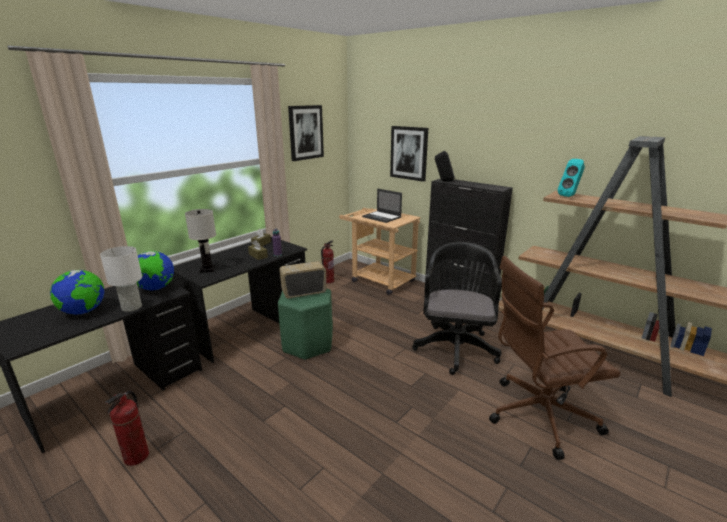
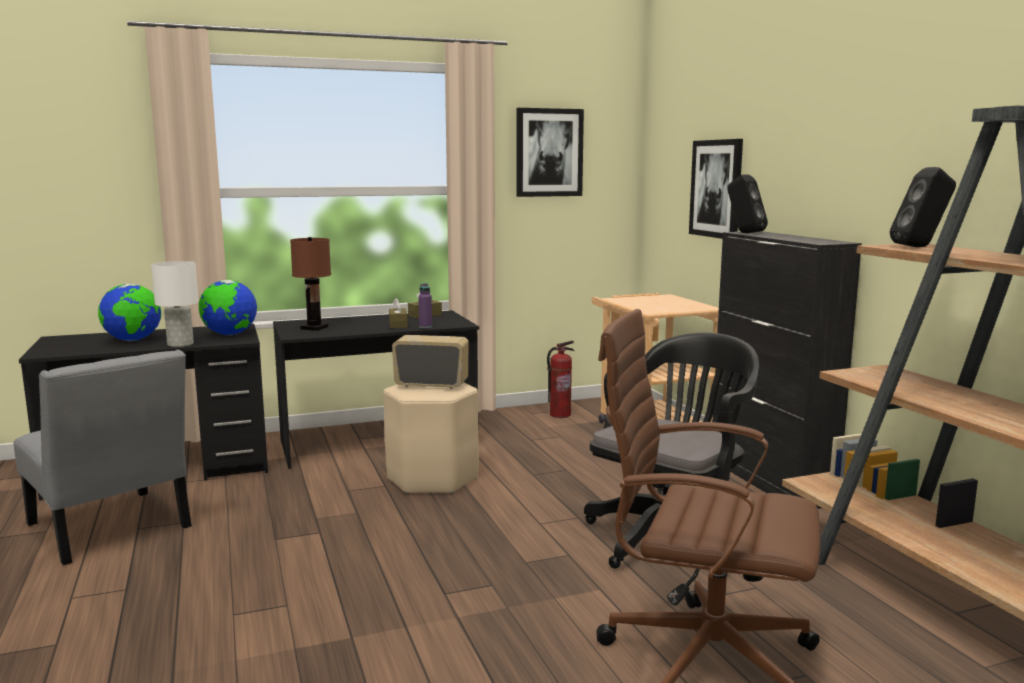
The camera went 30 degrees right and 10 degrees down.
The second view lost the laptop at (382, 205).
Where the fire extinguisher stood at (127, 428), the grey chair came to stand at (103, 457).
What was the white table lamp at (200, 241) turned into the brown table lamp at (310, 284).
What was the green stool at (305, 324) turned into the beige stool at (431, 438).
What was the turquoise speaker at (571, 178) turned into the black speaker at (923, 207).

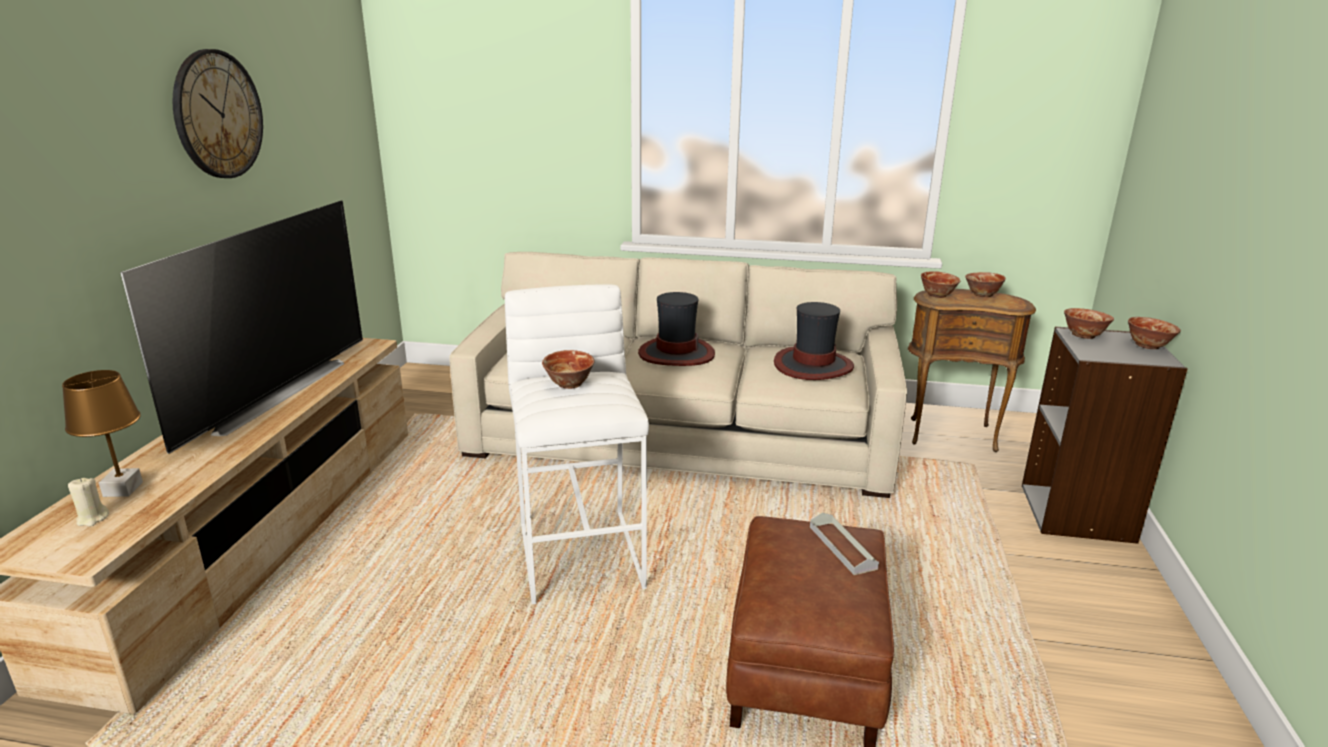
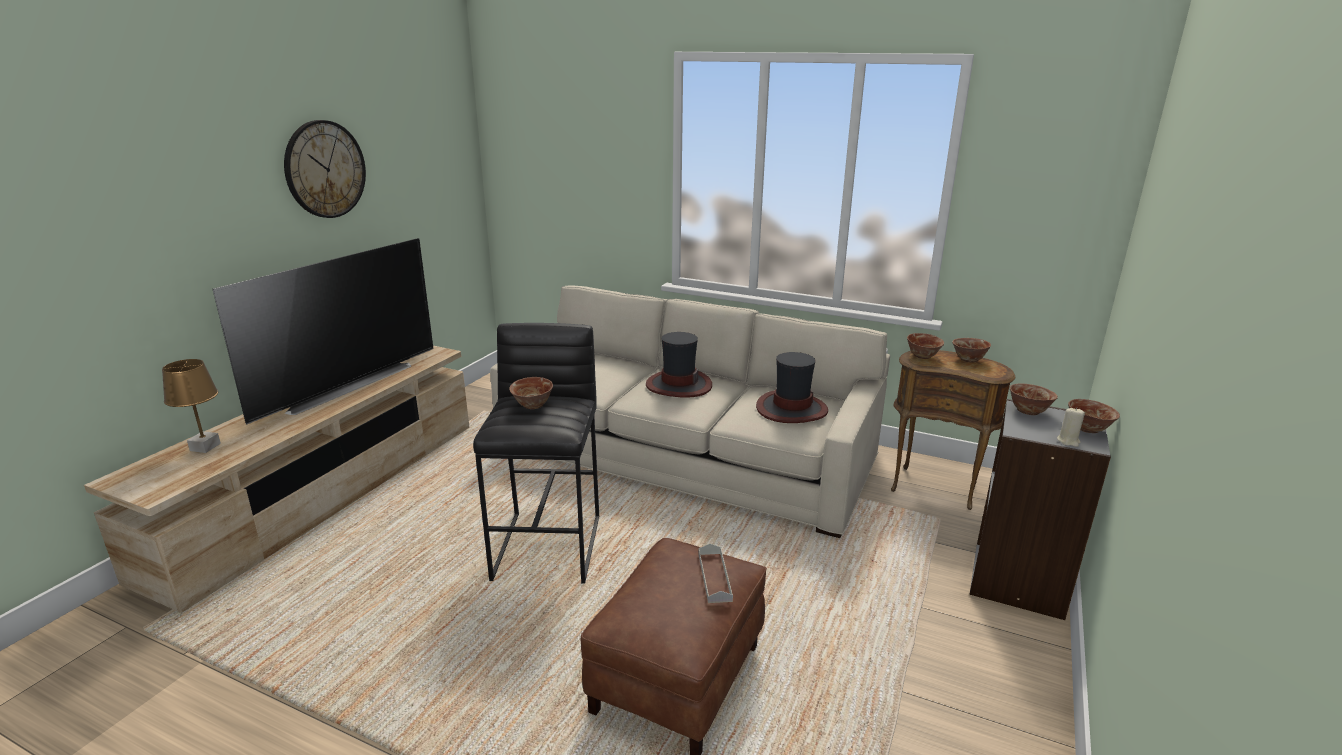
The camera went 15 degrees right and 0 degrees up.
The beige candle ended up elsewhere, having gone from (88, 502) to (1071, 427).
What was the white stool at (577, 444) turned into the black stool at (536, 453).

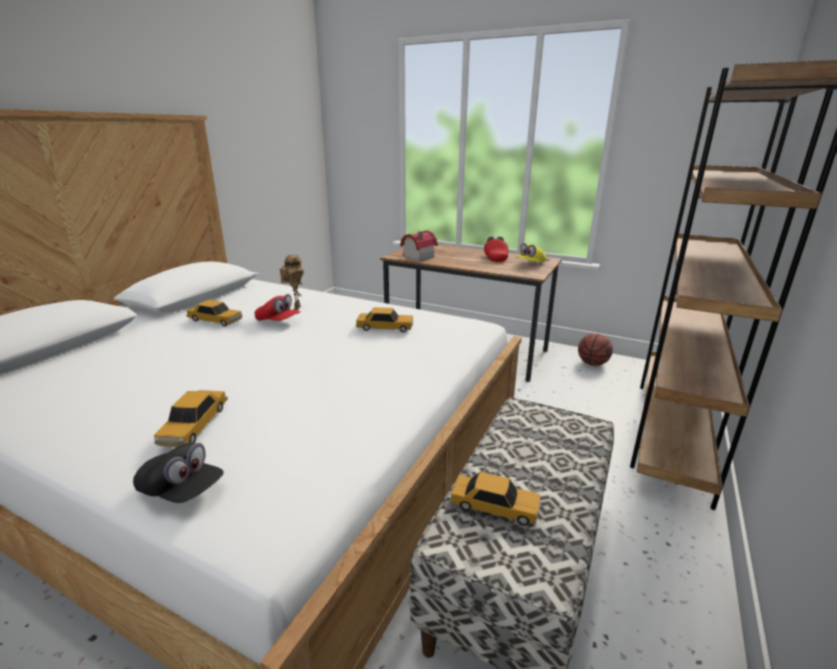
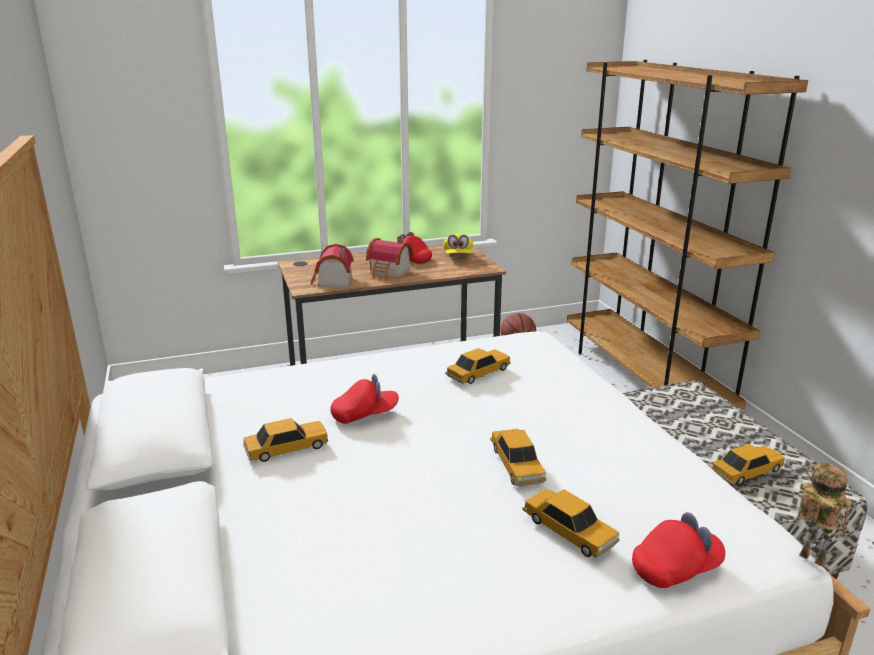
The camera went 45 degrees left and 0 degrees up.
The second view gained the toy house at (390, 258).
The second view gained the toy car at (518, 457).
The toy robot ended up elsewhere, having gone from (291, 282) to (825, 514).
What was the black cap at (178, 473) turned into the red cap at (678, 550).

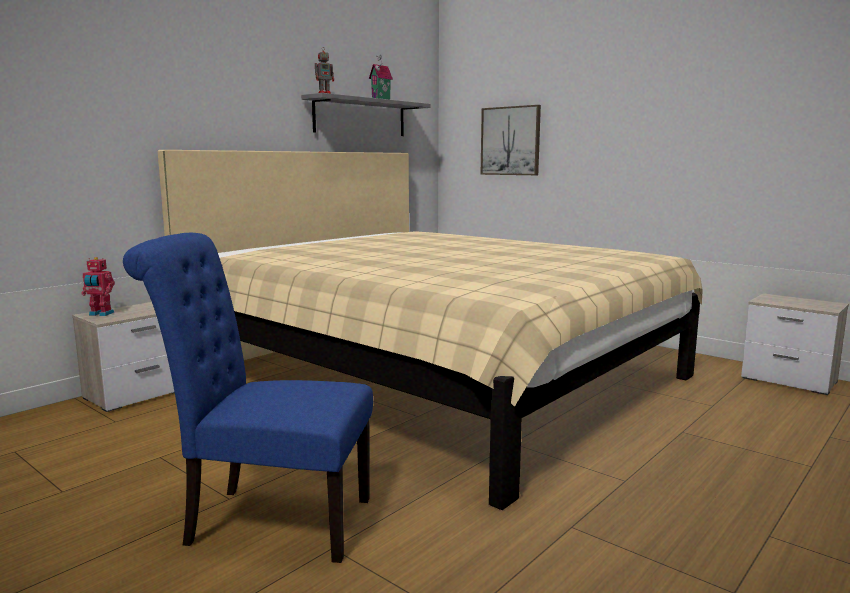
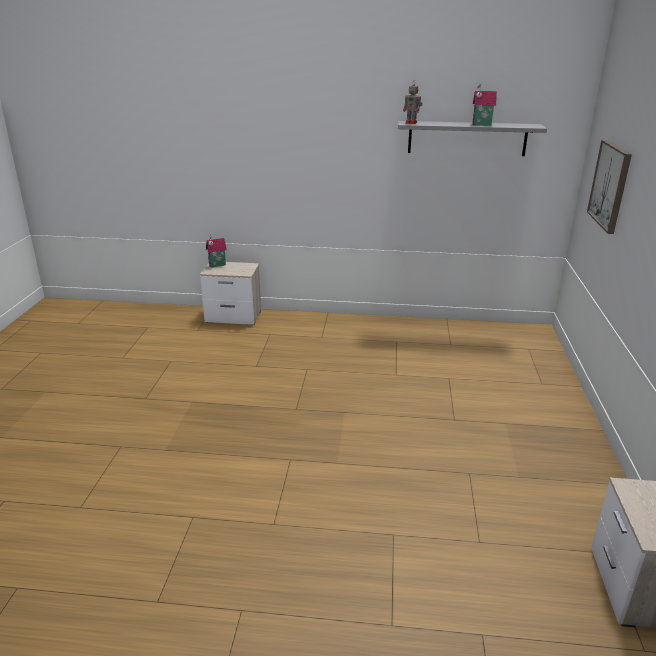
The camera went 55 degrees right and 15 degrees up.
The second view lost the blue chair at (248, 398).
The second view lost the beige bed at (430, 330).
Where the toy robot stood at (98, 286), the toy house came to stand at (216, 251).

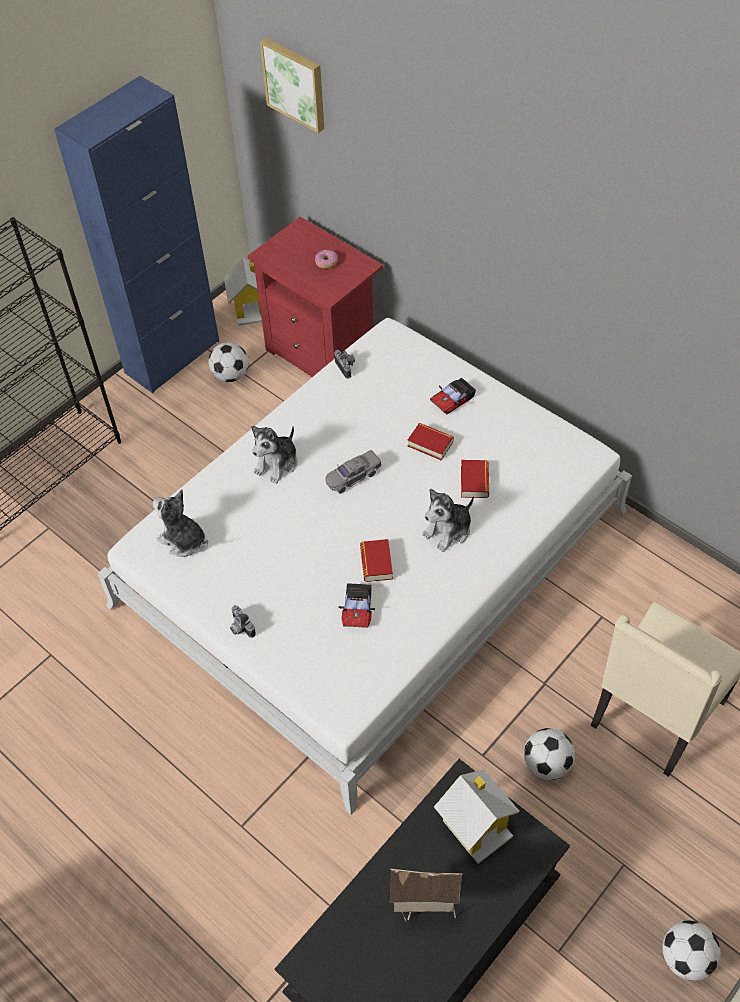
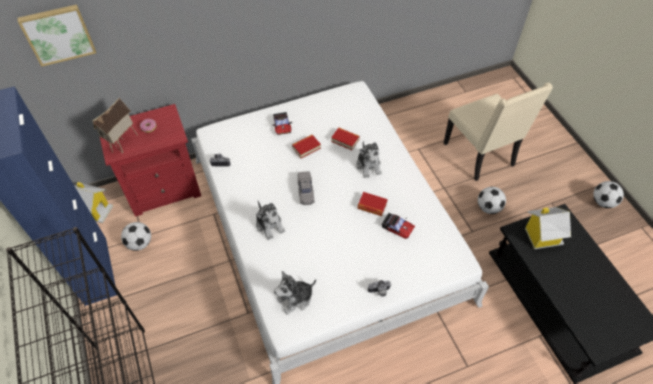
The camera went 65 degrees left and 0 degrees up.
The toy house ended up elsewhere, having gone from (426, 895) to (115, 125).

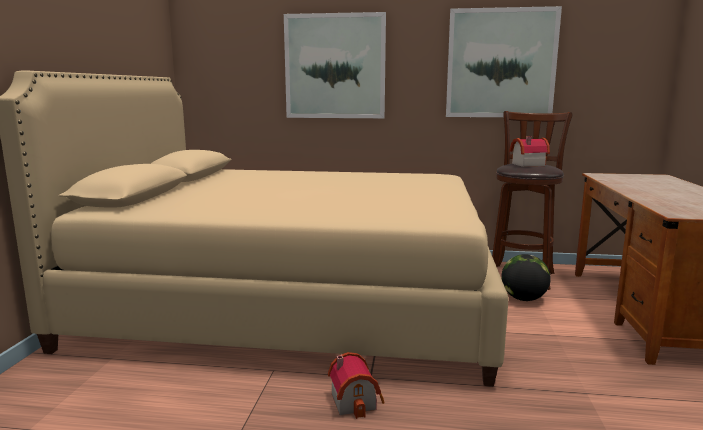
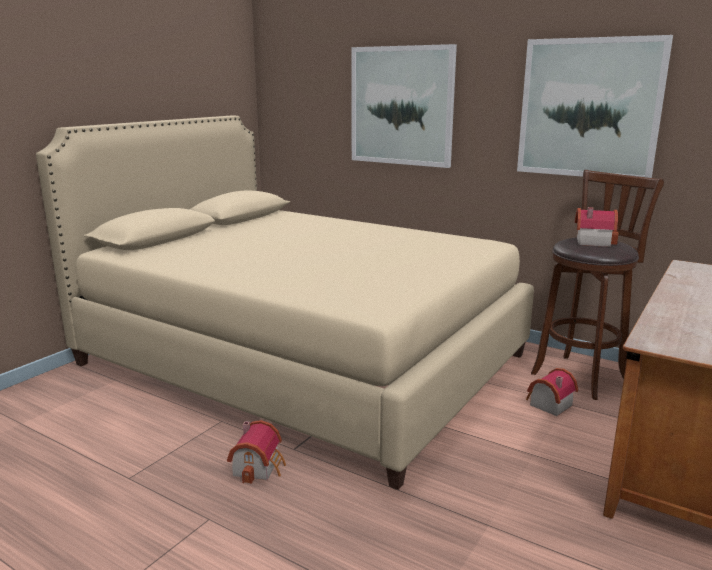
The camera went 25 degrees right and 5 degrees up.
Where the globe stood at (526, 277), the toy house came to stand at (552, 392).

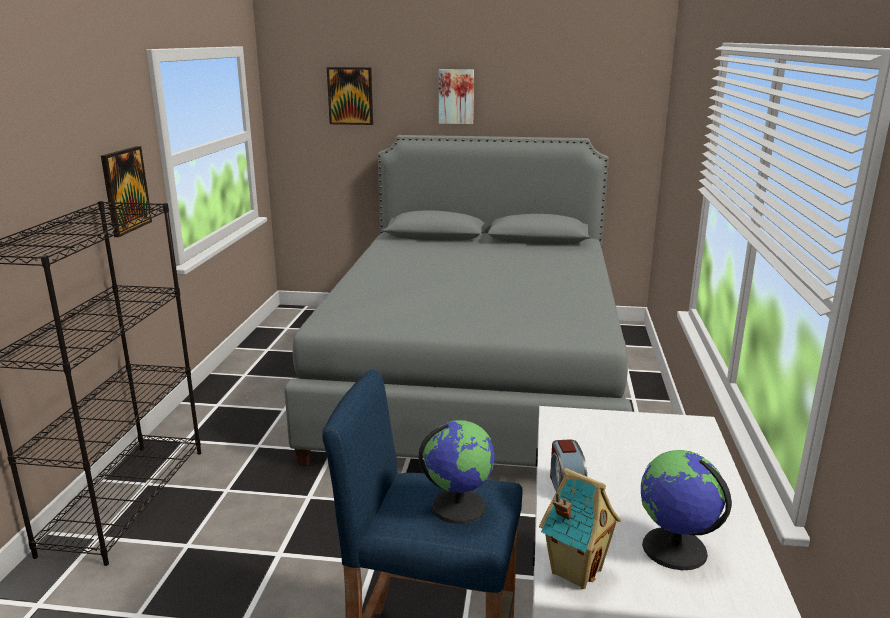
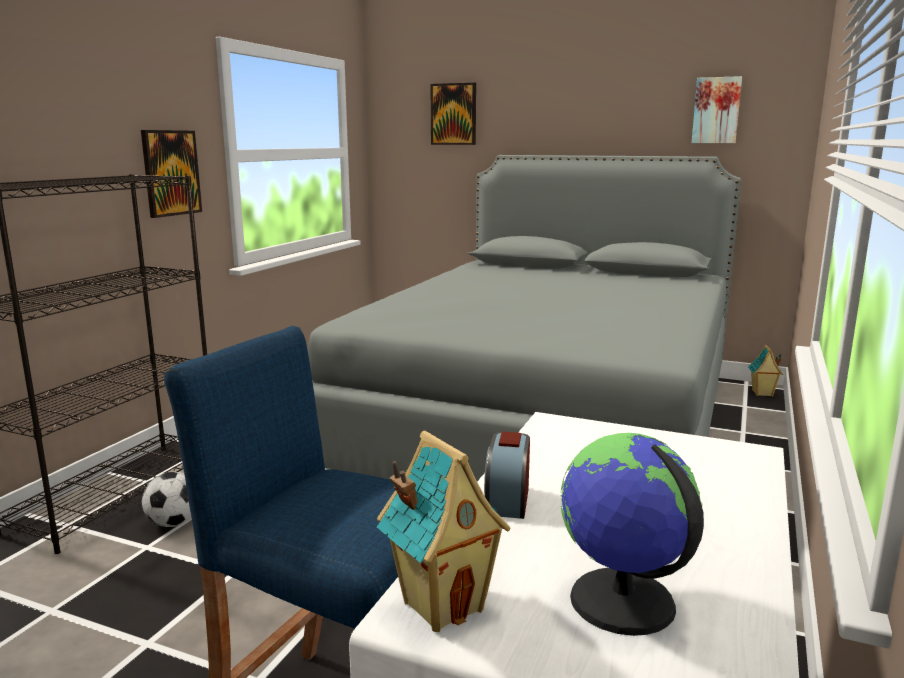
The camera went 15 degrees right and 5 degrees down.
The second view lost the globe at (457, 472).
The second view gained the football at (167, 499).
The second view gained the toy house at (765, 371).
The picture ended up elsewhere, having gone from (456, 96) to (717, 109).

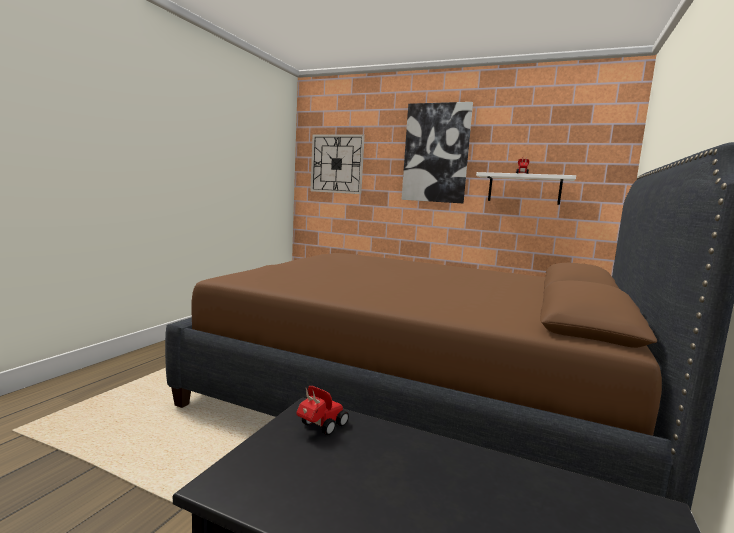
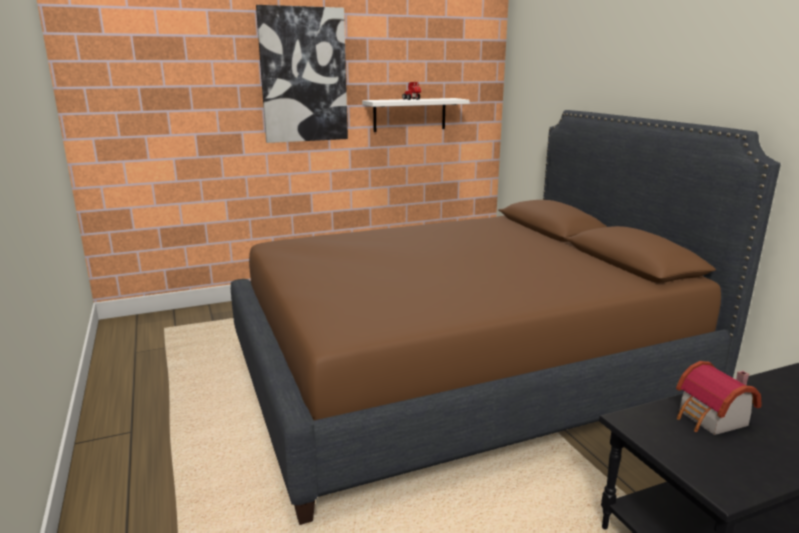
The camera went 45 degrees left and 10 degrees up.
The second view lost the toy car at (322, 410).
The second view lost the wall clock at (337, 164).
The second view gained the toy house at (719, 398).

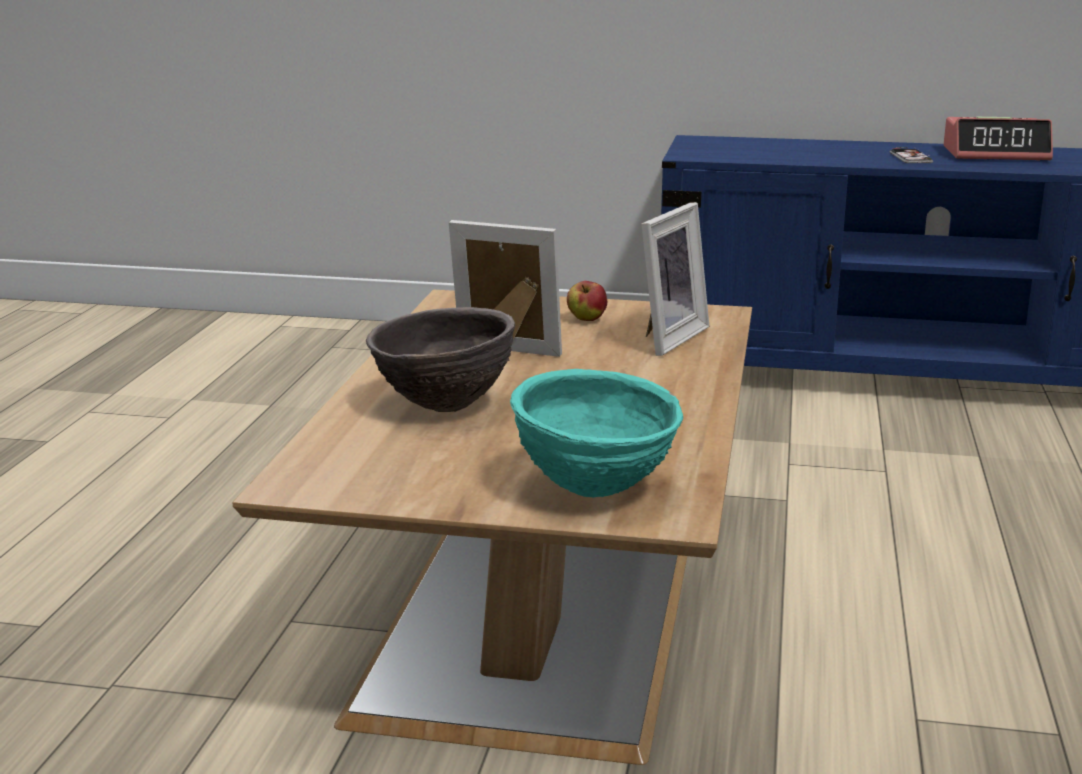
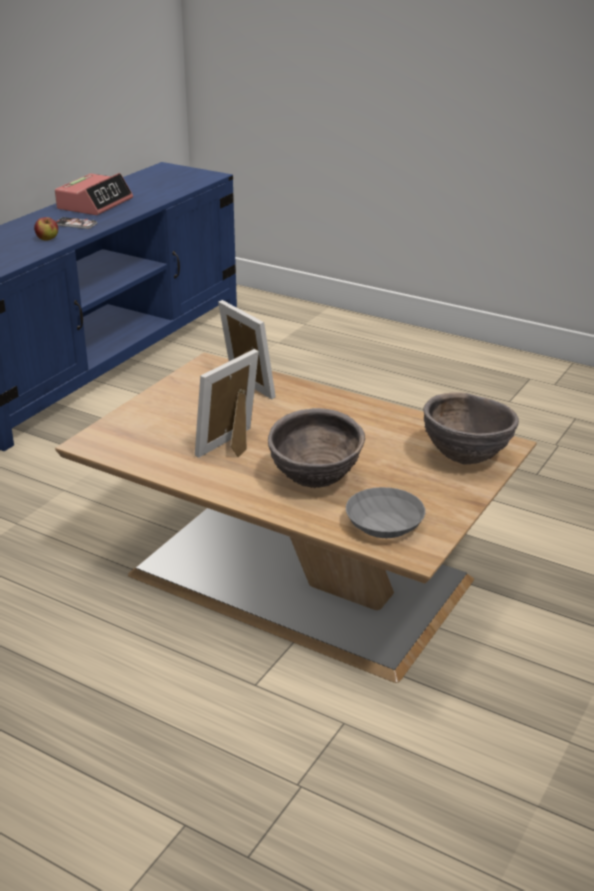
The camera went 70 degrees left and 10 degrees up.
The second view gained the grey bowl at (385, 512).
The apple ended up elsewhere, having gone from (587, 301) to (46, 229).
What was the turquoise bowl at (596, 433) turned into the brown bowl at (471, 428).

